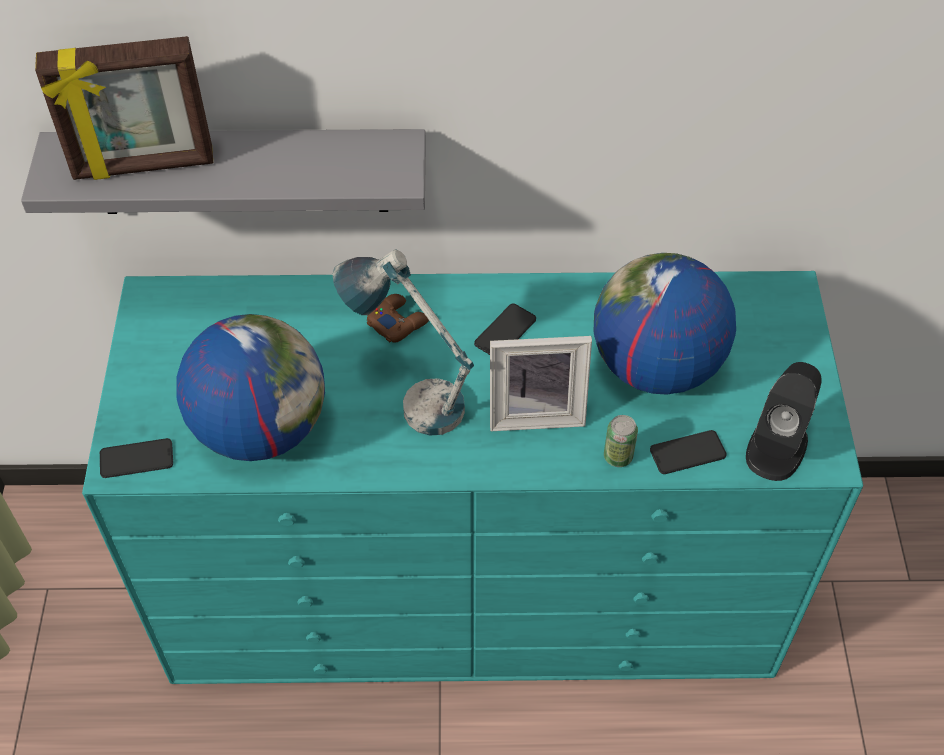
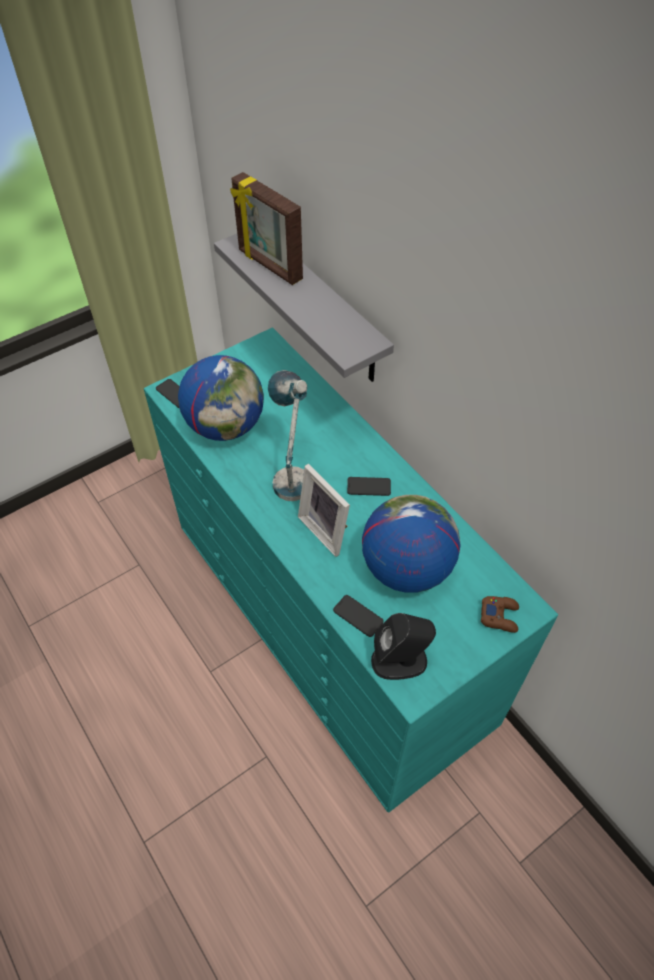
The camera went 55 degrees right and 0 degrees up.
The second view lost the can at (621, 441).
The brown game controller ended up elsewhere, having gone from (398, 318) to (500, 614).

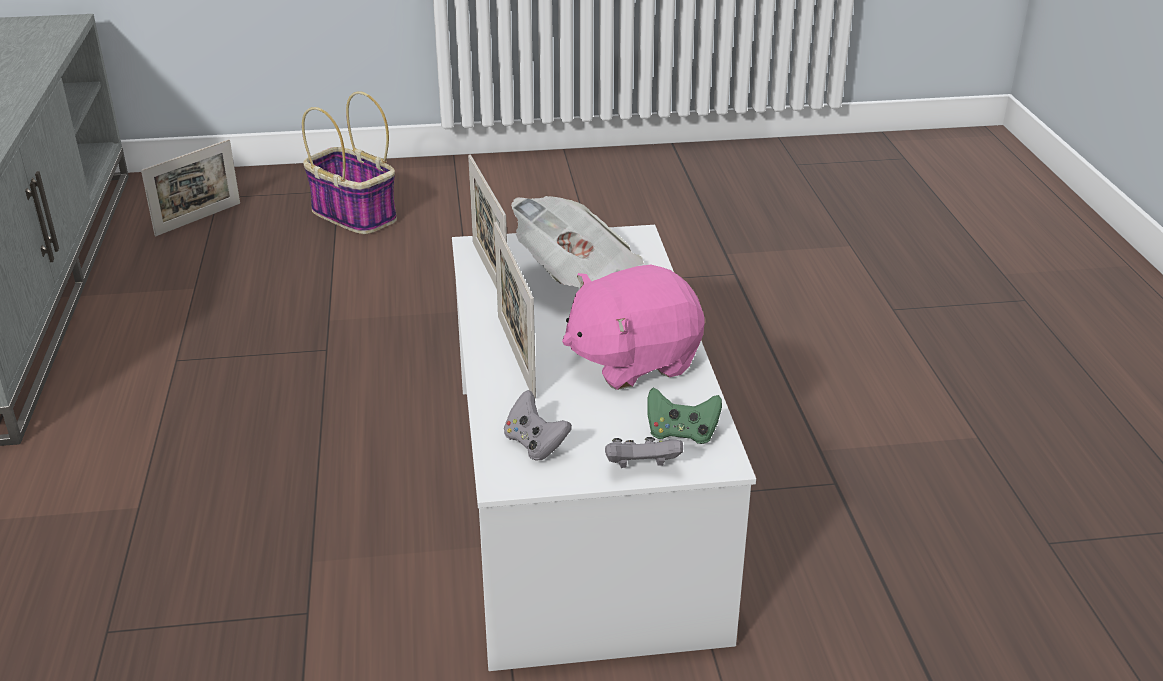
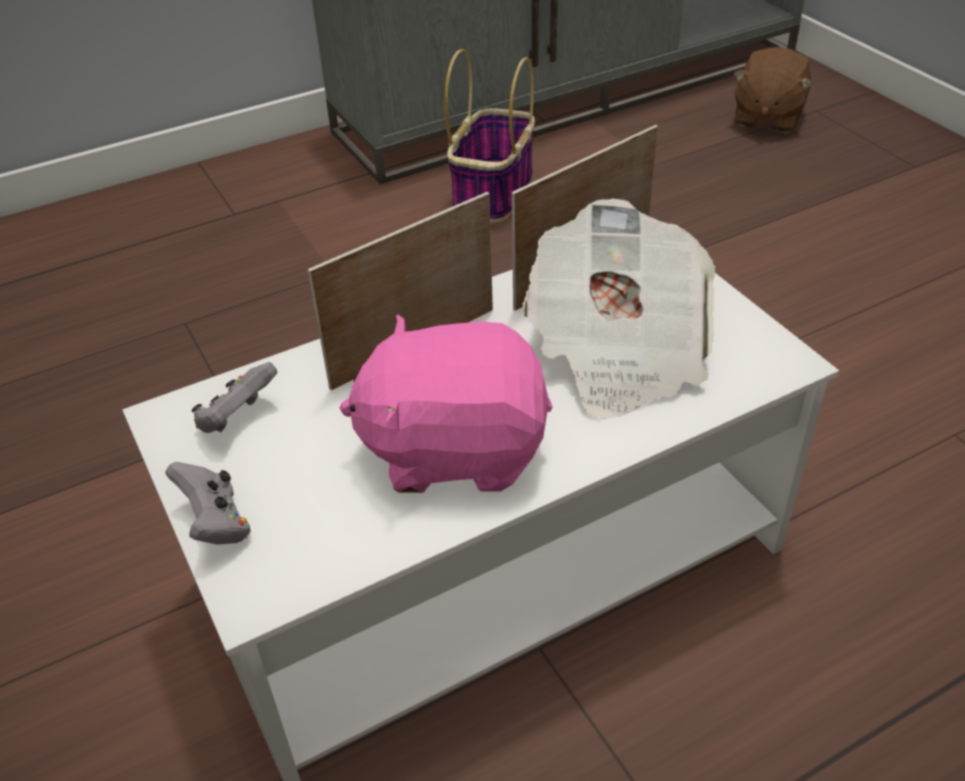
The camera went 70 degrees right and 10 degrees up.
The second view lost the green game controller at (684, 416).
The basket ended up elsewhere, having gone from (349, 162) to (489, 135).
Where the picture frame stood at (190, 187), the brown plush toy came to stand at (773, 90).
The pink plush toy at (633, 327) ended up facing another way, 45 degrees counterclockwise from before.

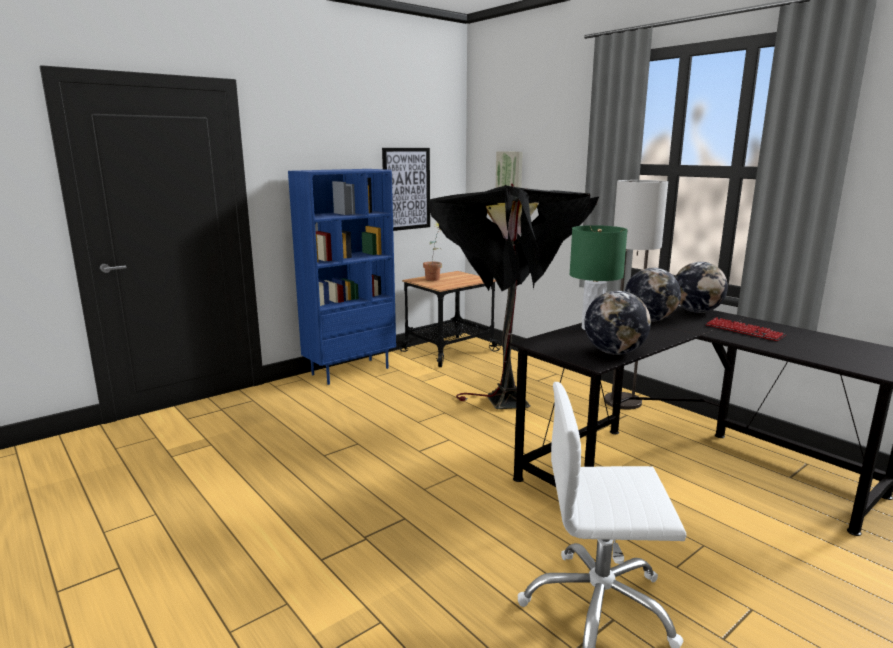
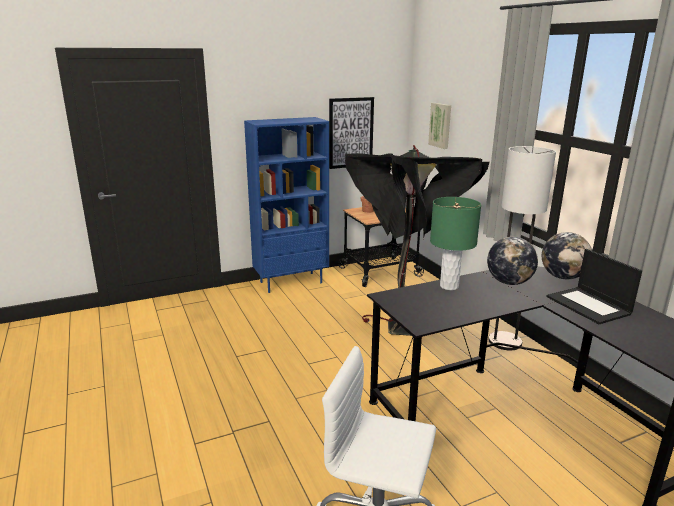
The camera went 15 degrees right and 5 degrees up.
The second view lost the globe at (617, 323).
Where the keyboard stood at (746, 329), the laptop came to stand at (594, 286).

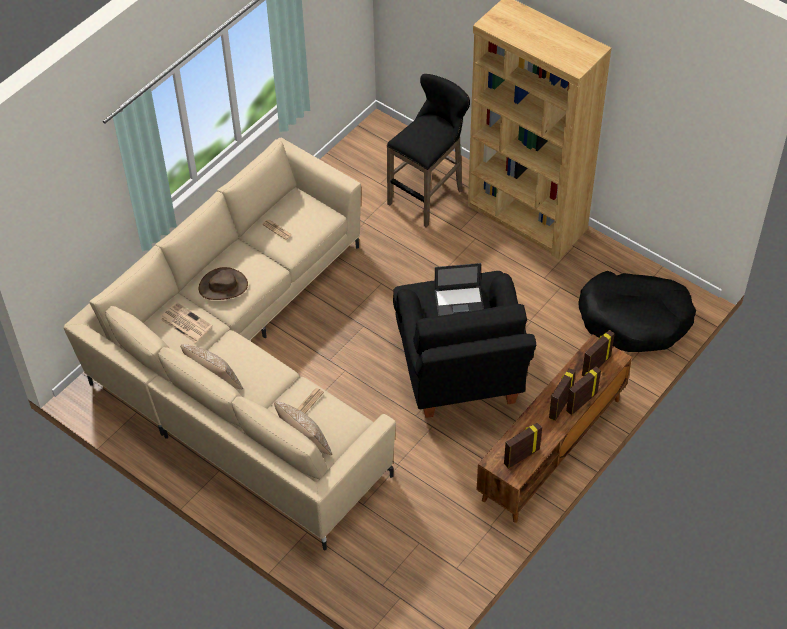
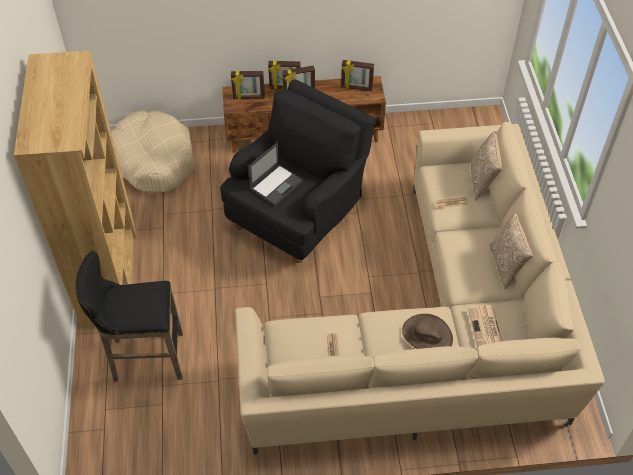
The camera went 135 degrees left and 0 degrees up.
What was the black dog bed at (637, 311) turned into the beige dog bed at (152, 151).
The laptop at (459, 289) ended up facing another way, 90 degrees clockwise from before.

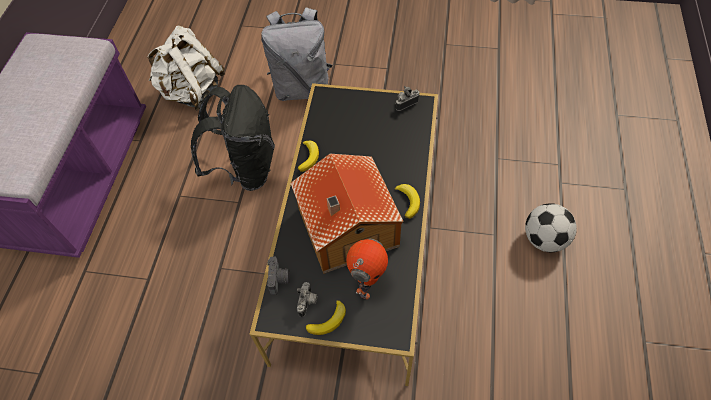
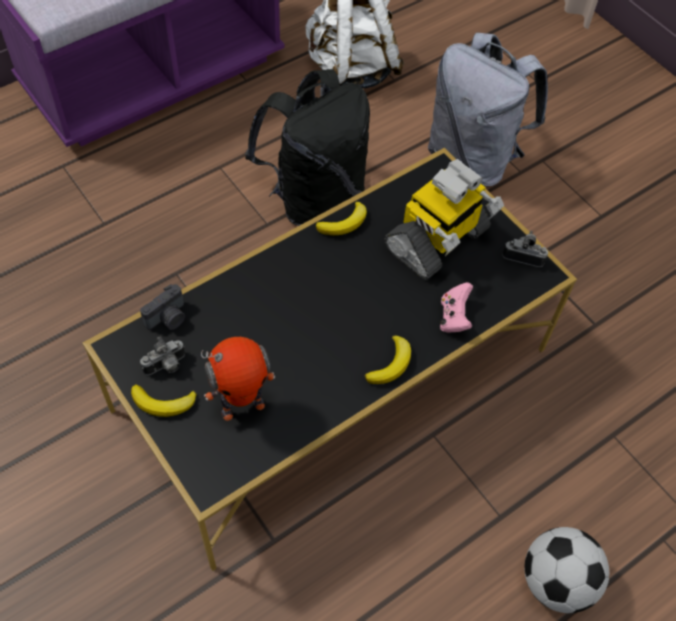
The camera went 40 degrees right and 0 degrees up.
The second view lost the toy house at (347, 214).
The second view gained the toy robot at (444, 219).
The second view gained the pink game controller at (456, 307).

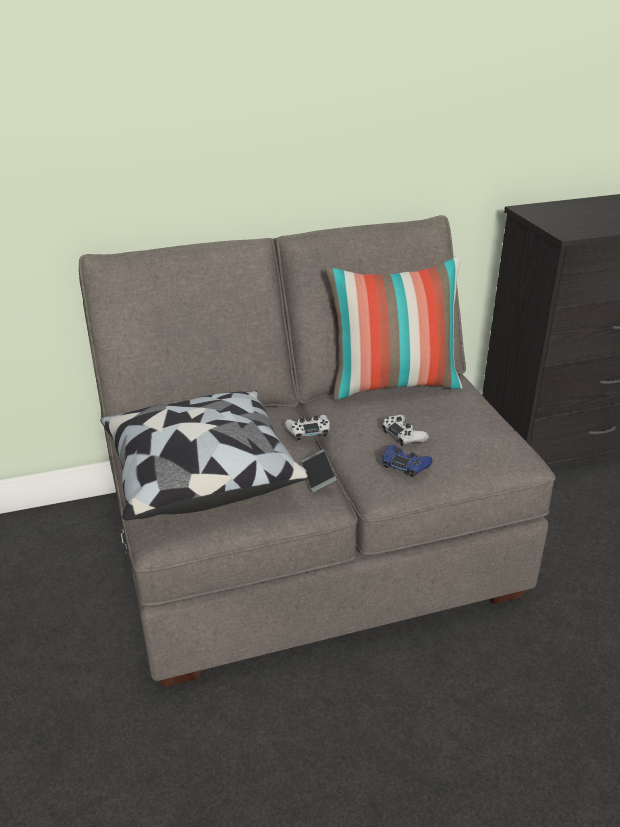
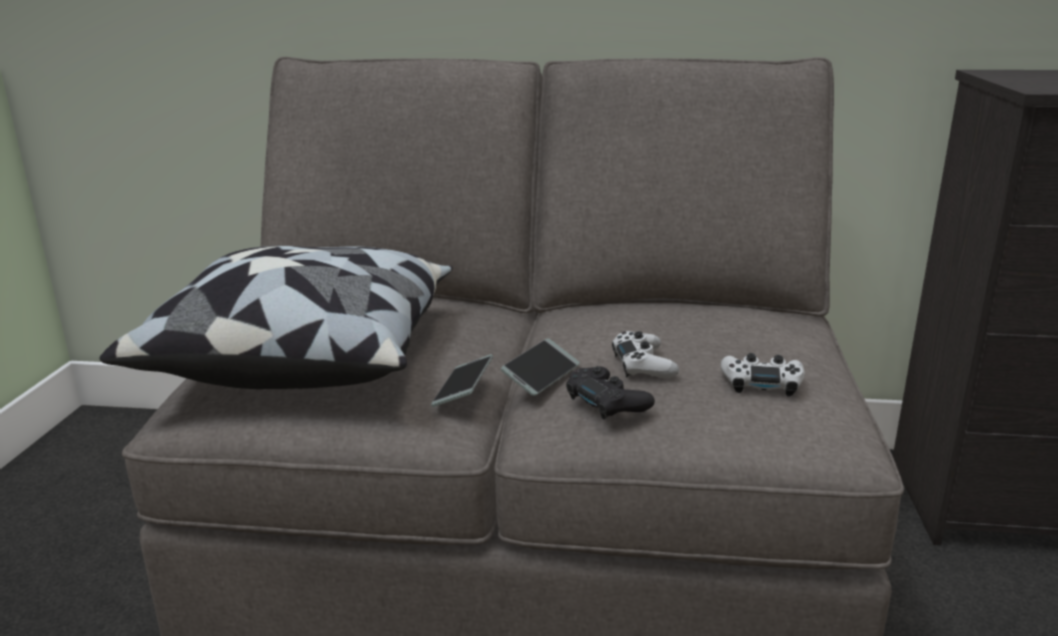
The camera went 25 degrees right and 10 degrees down.
The second view lost the pillow at (394, 328).
The second view gained the phone at (540, 367).
The white game controller ended up elsewhere, having gone from (307, 428) to (763, 375).
What was the blue game controller at (407, 461) turned into the black game controller at (610, 393).

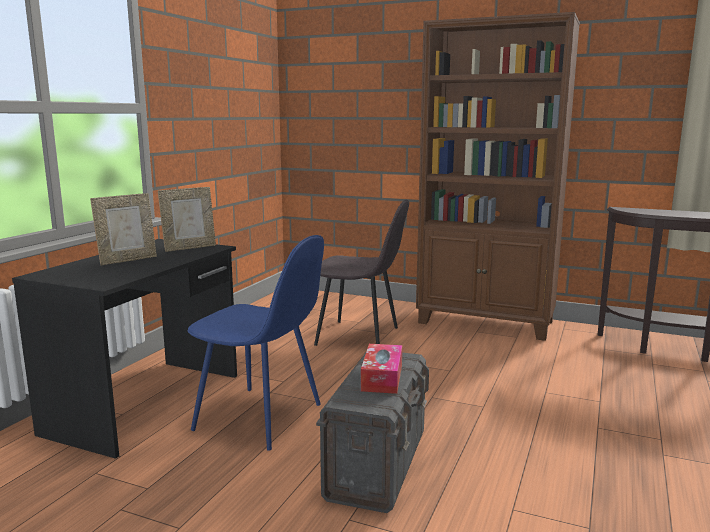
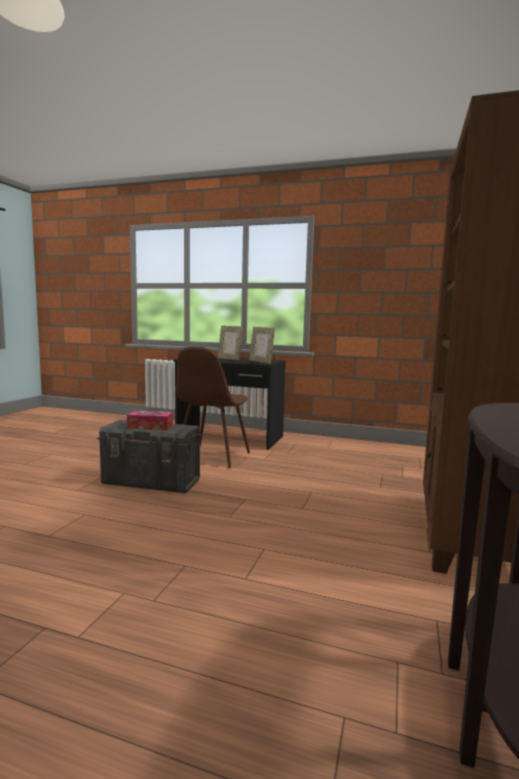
The camera went 85 degrees right and 5 degrees down.
The second view lost the grey chair at (361, 273).
What was the blue chair at (256, 342) turned into the brown chair at (213, 407).

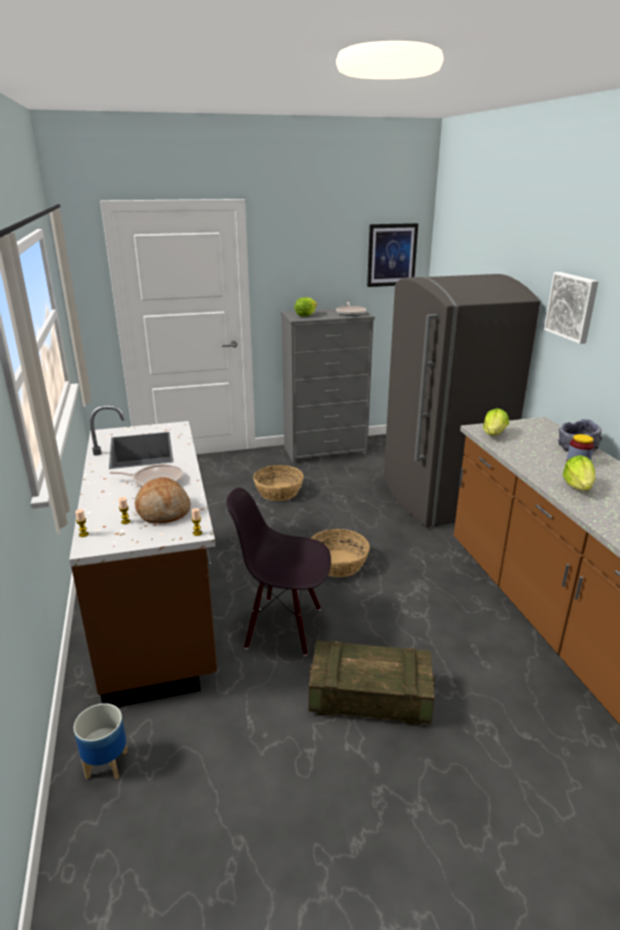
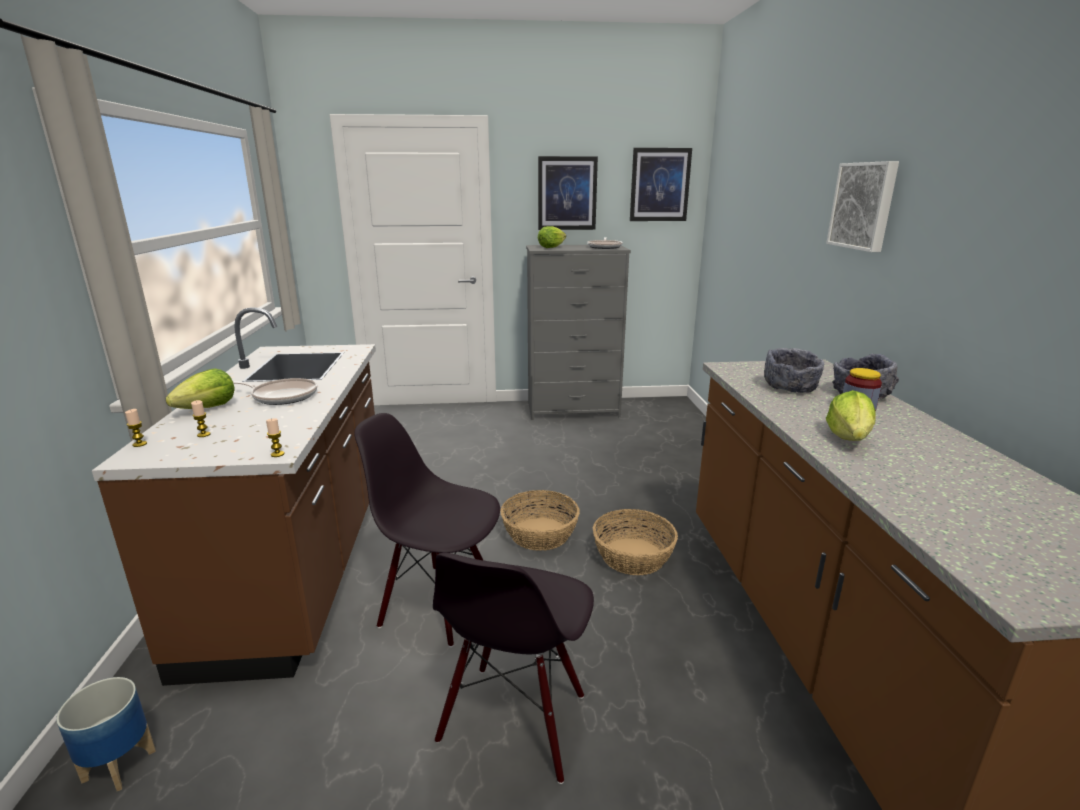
The camera went 10 degrees right and 5 degrees down.
The second view lost the bread at (163, 500).
The second view lost the grey fridge at (462, 400).
The second view gained the picture at (568, 193).
The second view gained the grey bowl at (794, 370).
The basket ended up elsewhere, having gone from (278, 483) to (635, 542).
The lettuce ended up elsewhere, having gone from (496, 422) to (200, 388).
Where the crate stood at (372, 683), the black chair came to stand at (513, 668).

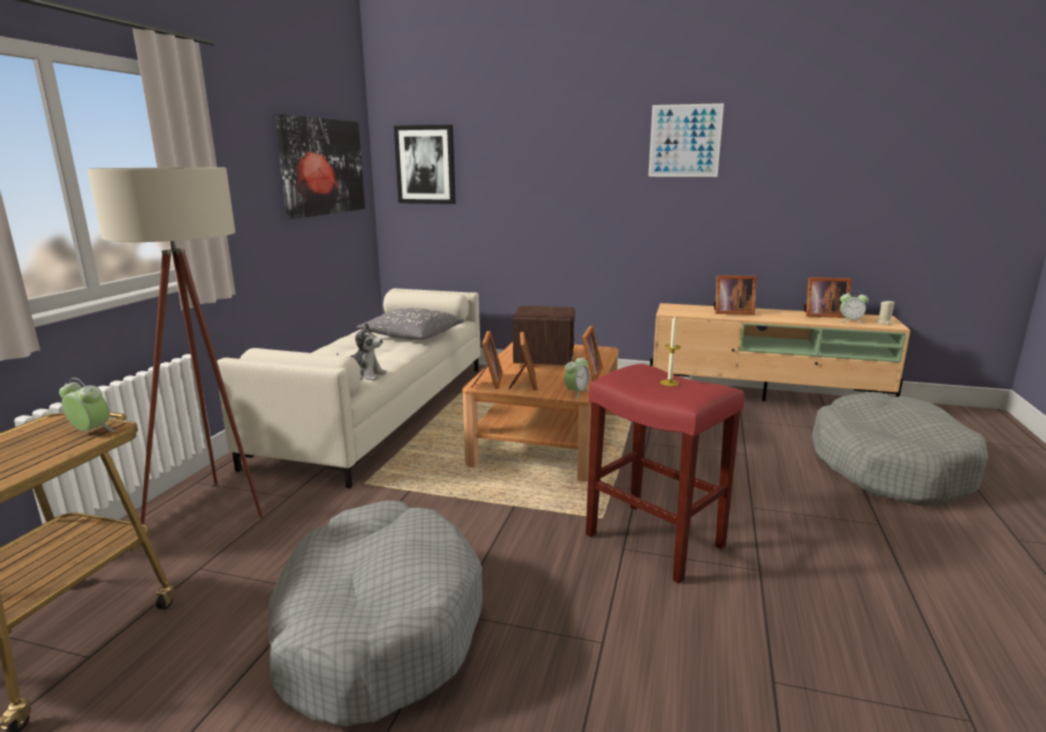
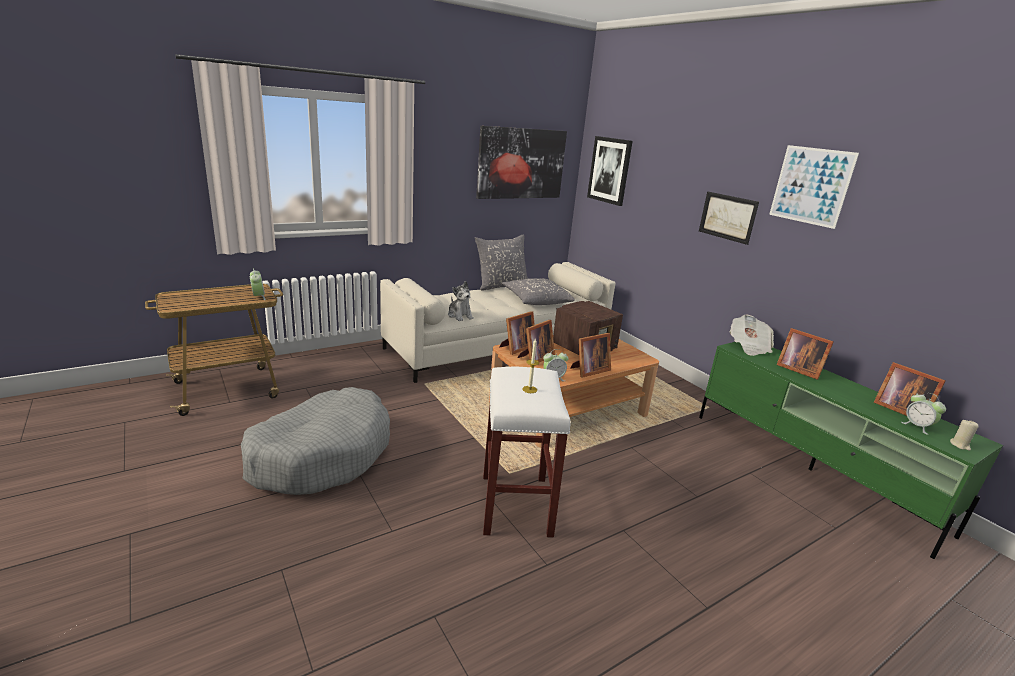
The camera went 40 degrees right and 5 degrees up.
The second view lost the beige floor lamp at (175, 346).
The second view lost the grey dog bed at (900, 449).
The second view gained the grey pillow at (501, 262).
The second view gained the picture at (729, 218).
The second view gained the newspaper at (751, 335).
What was the red stool at (665, 474) turned into the white stool at (526, 452).
What was the beige tv stand at (780, 352) turned into the green tv stand at (851, 450).

